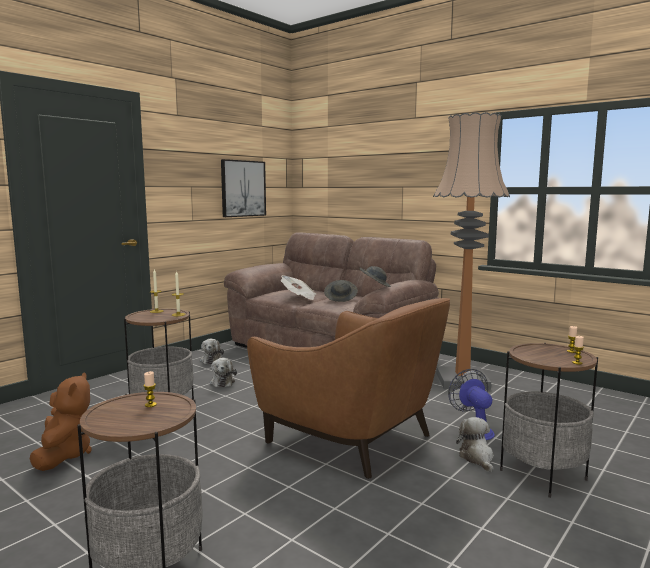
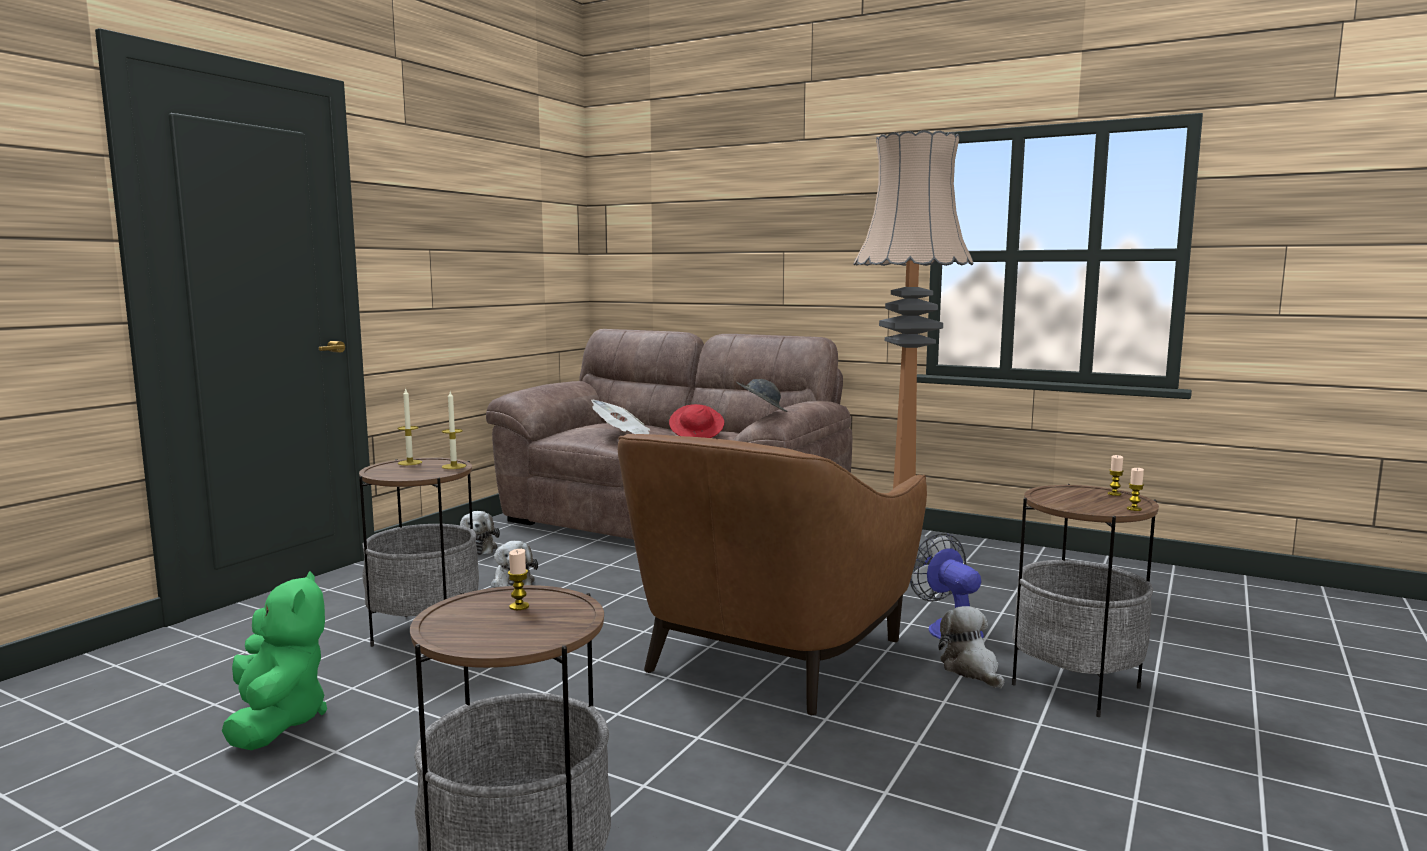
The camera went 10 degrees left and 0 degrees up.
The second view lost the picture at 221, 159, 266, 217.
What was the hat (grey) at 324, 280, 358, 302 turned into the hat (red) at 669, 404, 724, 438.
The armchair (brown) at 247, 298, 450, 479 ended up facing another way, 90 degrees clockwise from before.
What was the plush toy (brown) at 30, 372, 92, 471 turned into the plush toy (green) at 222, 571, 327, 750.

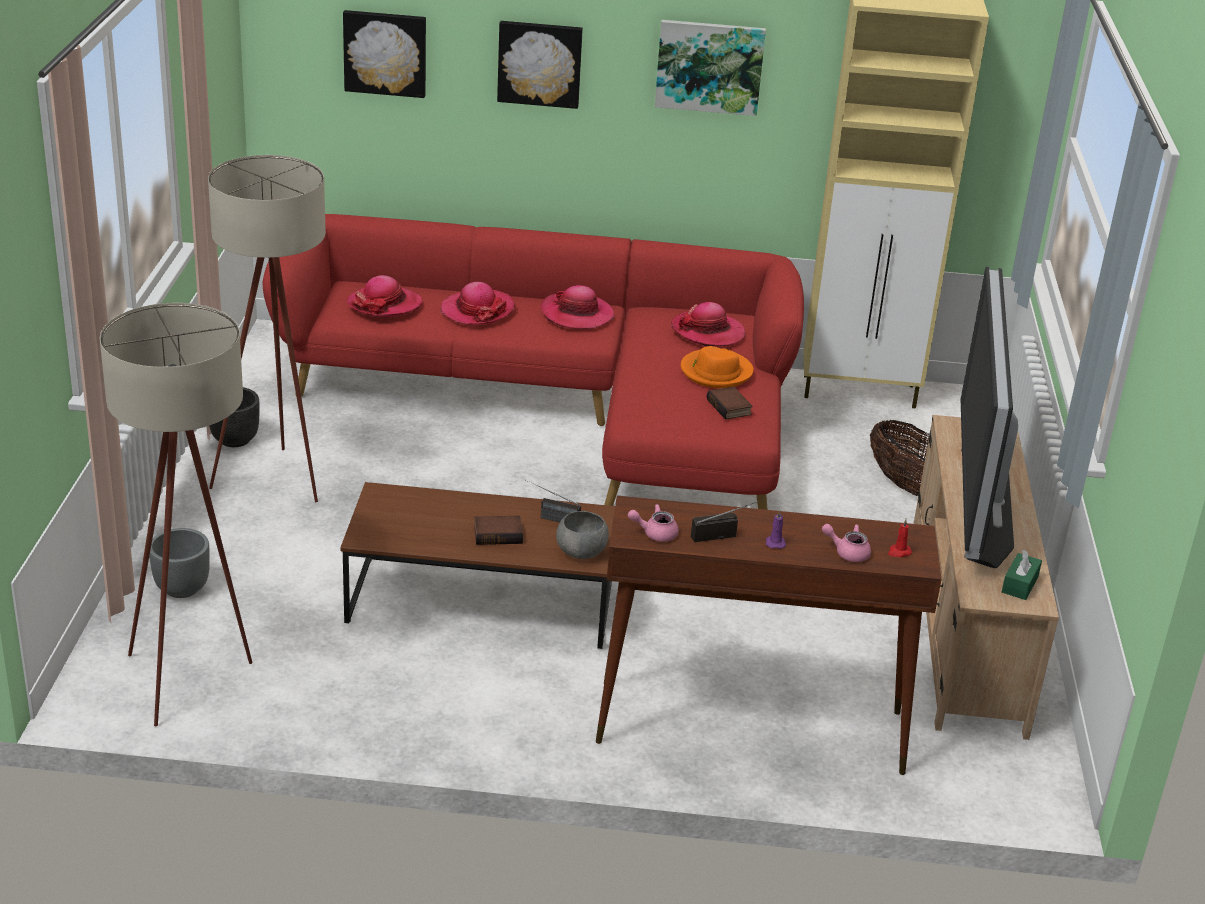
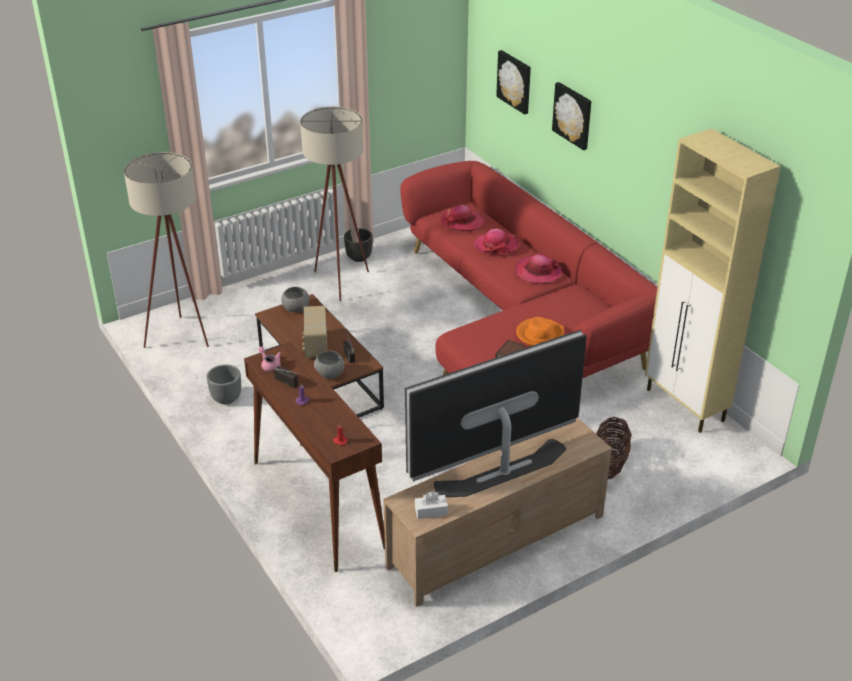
The camera went 55 degrees right and 5 degrees up.
The second view lost the picture at 655, 20, 766, 116.
The second view lost the hat at 671, 302, 745, 347.
Where the book stood at 474, 516, 523, 545, the radio came to stand at 302, 306, 327, 358.
The second view lost the teapot (pink) at 822, 524, 871, 562.
The planter (grey) ended up elsewhere, having gone from 149, 528, 210, 598 to 207, 364, 241, 404.
What was the tissue box (green) at 1002, 550, 1042, 600 turned into the tissue box (white) at 415, 491, 448, 519.
The second view gained the bowl (grey) at 281, 287, 309, 312.

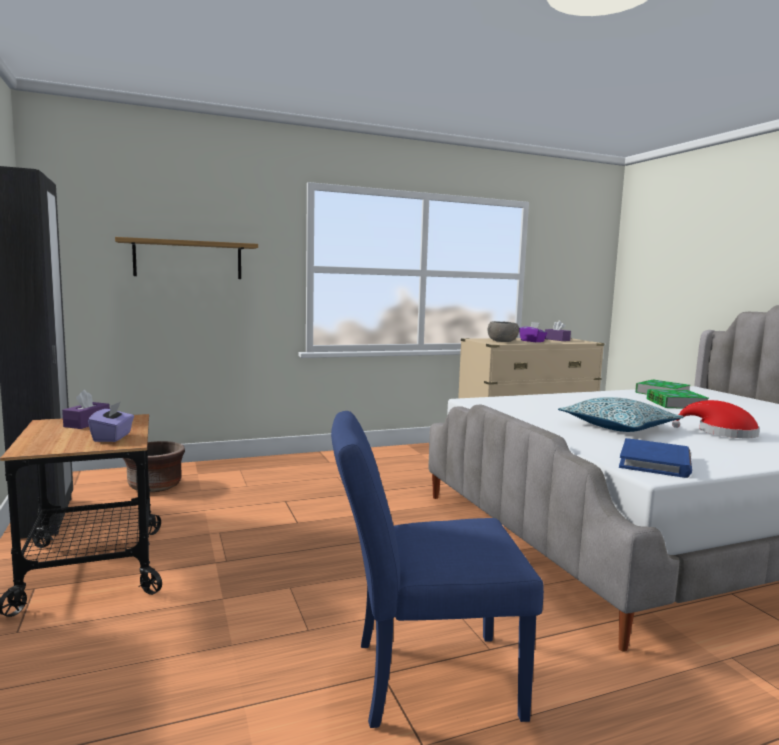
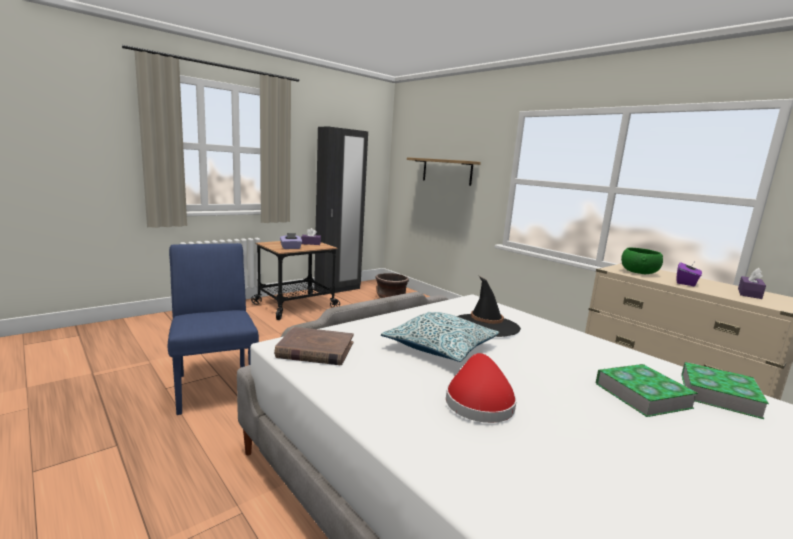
The camera went 70 degrees right and 5 degrees up.
What was the bowl (grey) at 488, 321, 519, 342 turned into the bowl (green) at 621, 248, 663, 274.
What was the book (blue) at 619, 438, 692, 478 turned into the book (brown) at 274, 327, 354, 365.
The second view gained the hat (black) at 457, 276, 521, 337.

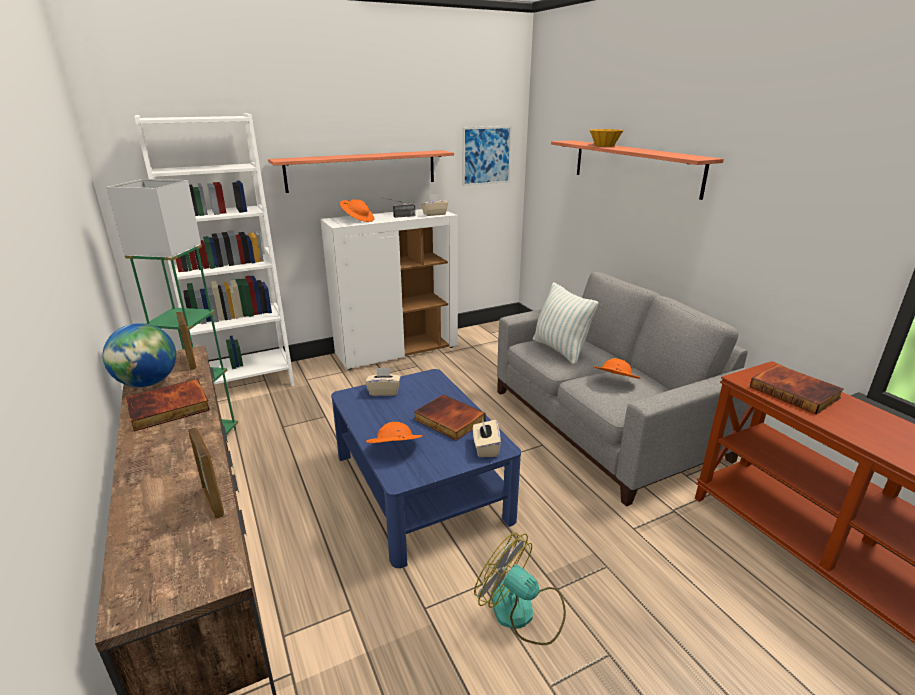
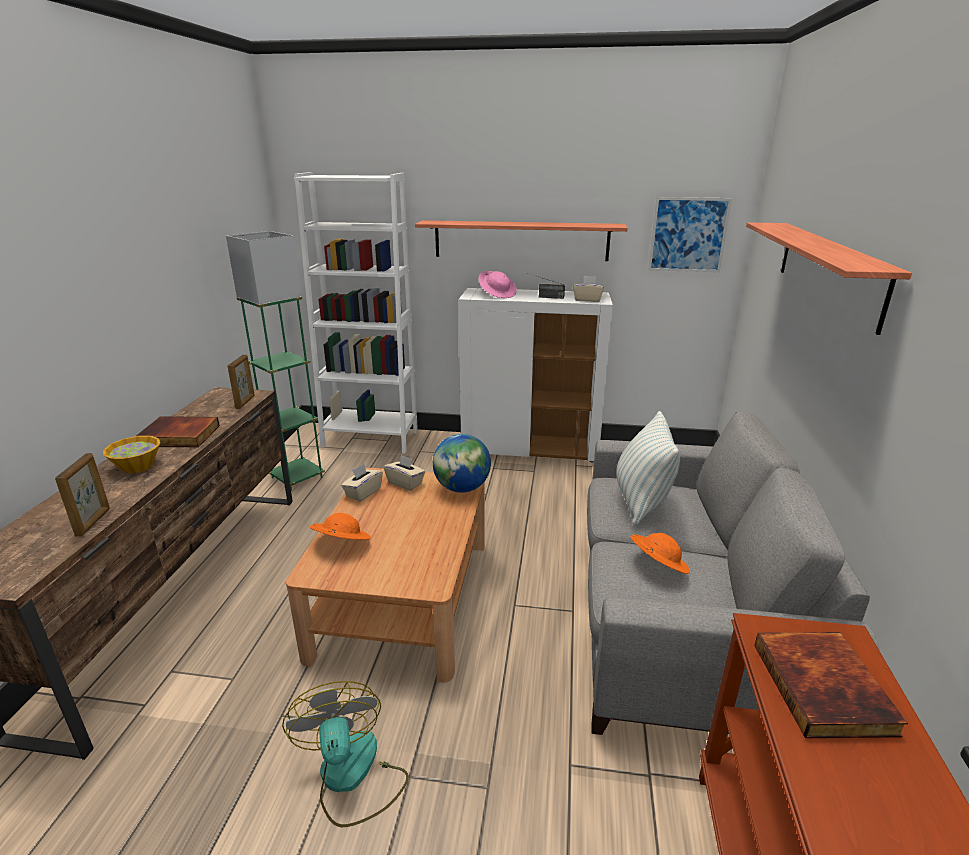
The camera went 35 degrees right and 0 degrees up.
The bowl ended up elsewhere, having gone from 590, 129, 623, 147 to 103, 436, 160, 473.
What was the hat (orange) at 340, 199, 374, 222 turned into the hat (pink) at 478, 271, 517, 298.
The globe ended up elsewhere, having gone from 103, 323, 176, 387 to 433, 434, 491, 493.
What was the coffee table (blue) at 331, 369, 521, 568 turned into the coffee table (brown) at 286, 468, 485, 683.
The second view lost the book at 414, 394, 486, 441.
The tissue box (beige) ended up elsewhere, having gone from 473, 418, 501, 457 to 341, 464, 383, 501.

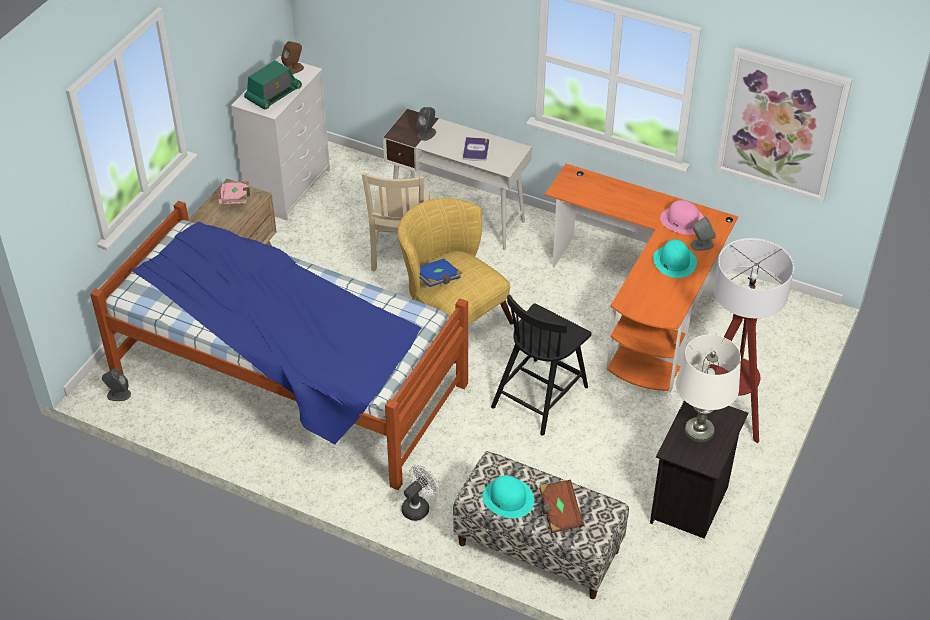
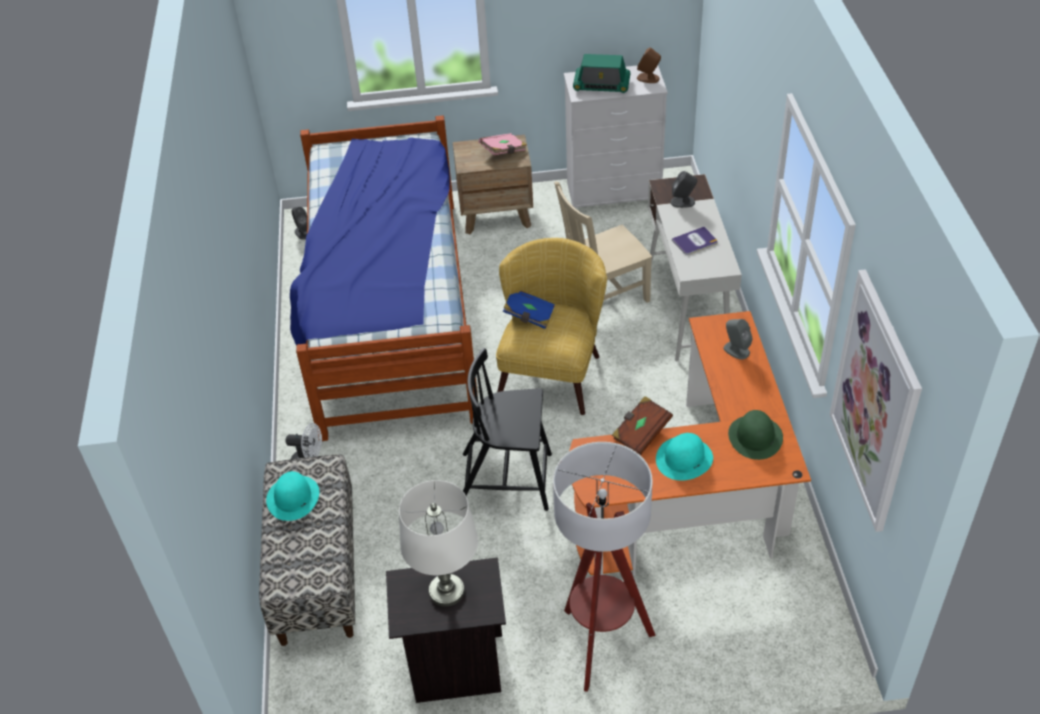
The camera went 60 degrees right and 0 degrees up.
What was the hat (pink) at 660, 200, 704, 235 turned into the hat (green) at 728, 410, 783, 460.
The speaker (grey) ended up elsewhere, having gone from 690, 217, 716, 251 to 723, 319, 753, 359.
The book (brown) ended up elsewhere, having gone from 539, 480, 584, 533 to 612, 396, 673, 455.

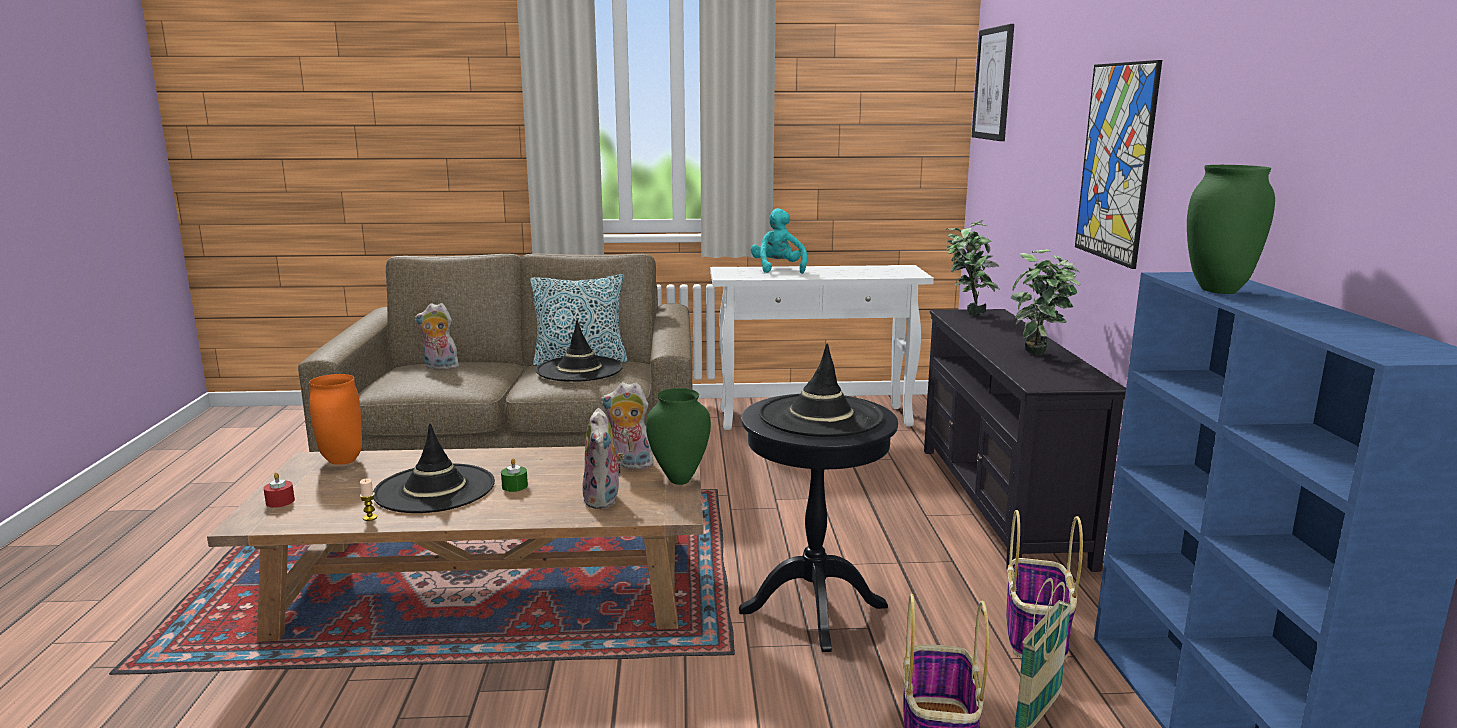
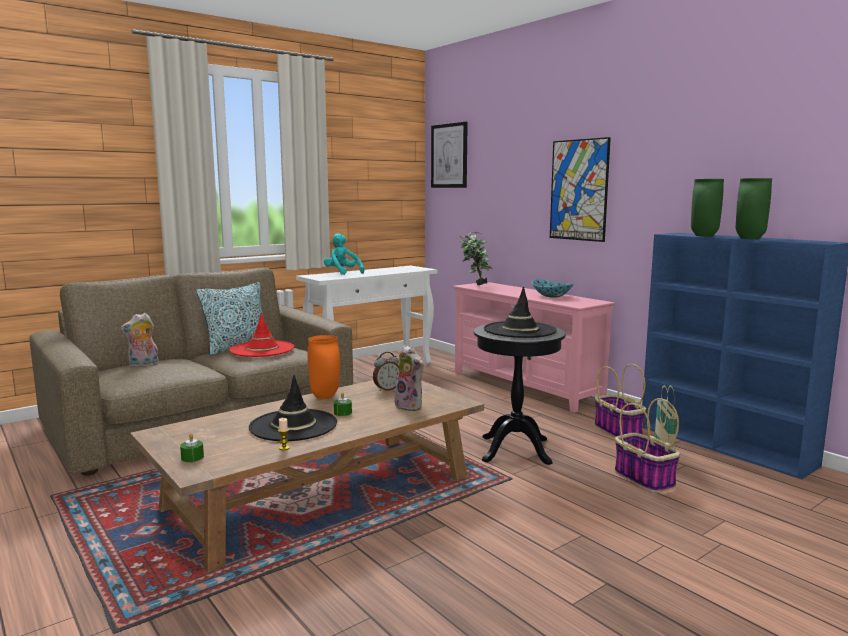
The camera went 35 degrees left and 5 degrees down.
Where the potted plant stood at 1010, 249, 1080, 355, the bowl came to stand at 532, 279, 574, 298.
What was the tv stand (black) at 924, 309, 1126, 572 turned into the tv stand (pink) at 453, 282, 615, 413.
What was the hat (black) at 536, 320, 623, 382 turned into the hat (red) at 229, 312, 294, 357.
The vase (orange) ended up elsewhere, having gone from 309, 374, 362, 465 to 308, 335, 340, 399.
Where the plush toy stood at 601, 382, 656, 469, the alarm clock came to stand at 373, 352, 399, 391.
The vase (green) ended up elsewhere, having gone from 646, 388, 711, 485 to 736, 178, 772, 239.
What was the candle (red) at 263, 472, 295, 507 turned into the candle (green) at 180, 433, 204, 462.

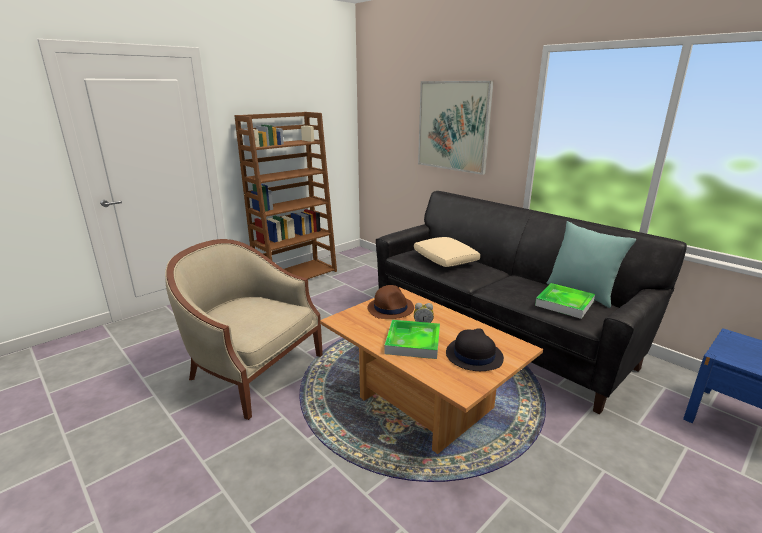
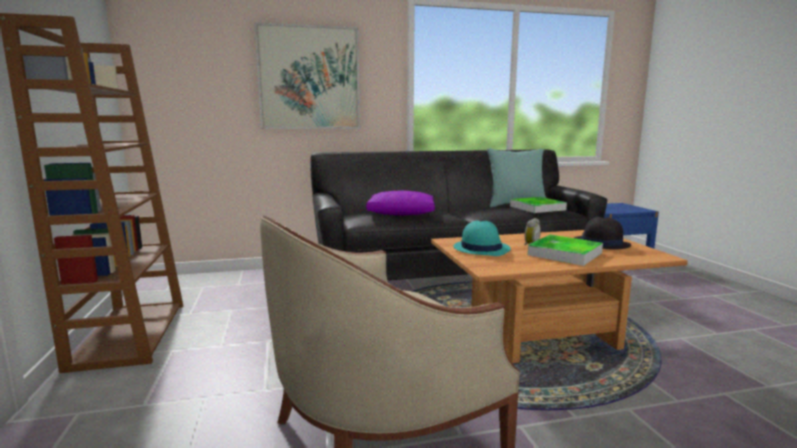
The camera went 60 degrees left and 10 degrees down.
What was the pillow (beige) at 414, 237, 480, 267 turned into the pillow (purple) at 366, 191, 435, 215.
What was the hat (brown) at 367, 285, 414, 319 turned into the hat (turquoise) at 453, 220, 511, 256.

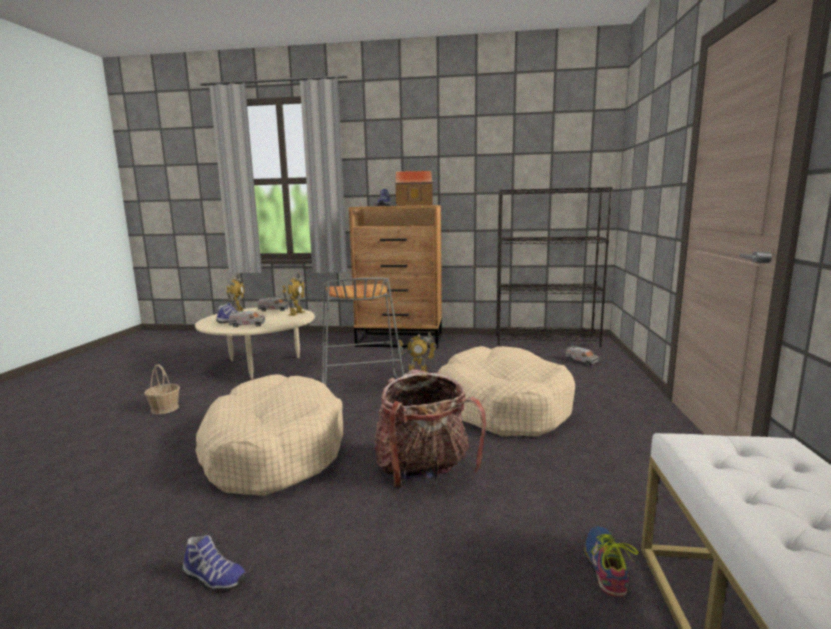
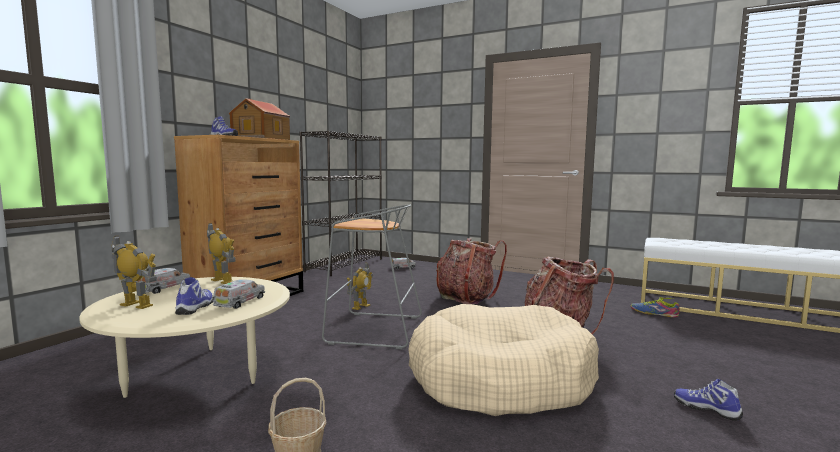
The camera went 70 degrees left and 5 degrees down.
Where the dog bed (beige) stood at 438, 346, 575, 437, the backpack came to stand at 436, 238, 507, 304.
The shoe at 183, 535, 247, 593 ended up facing another way, 90 degrees counterclockwise from before.

